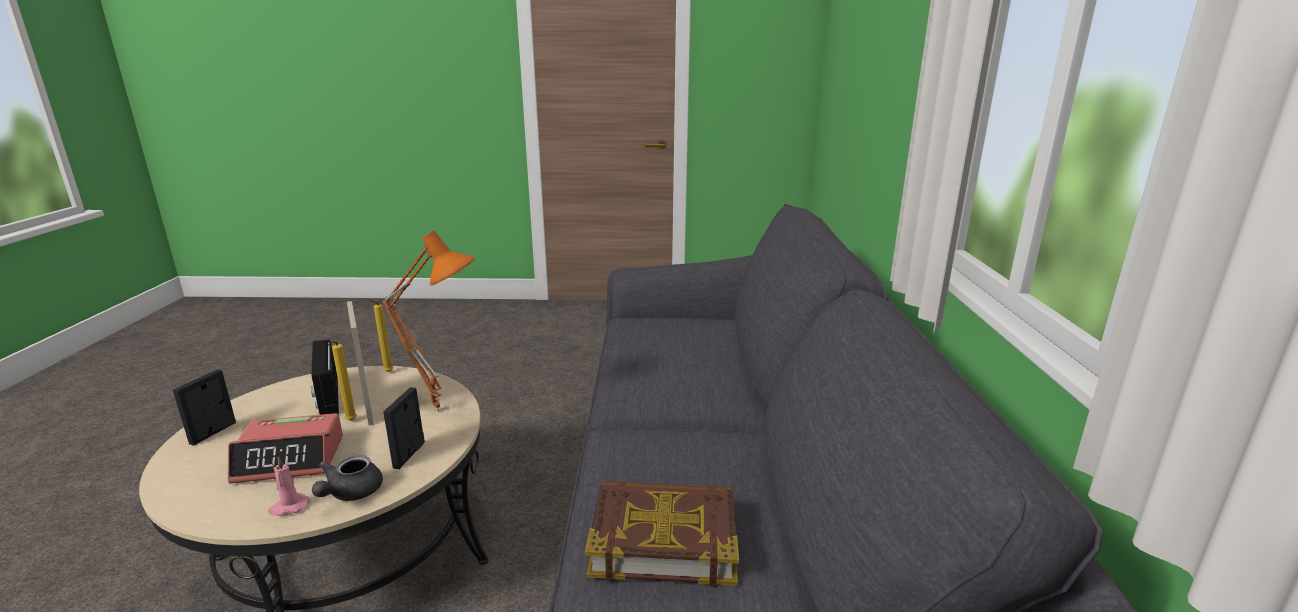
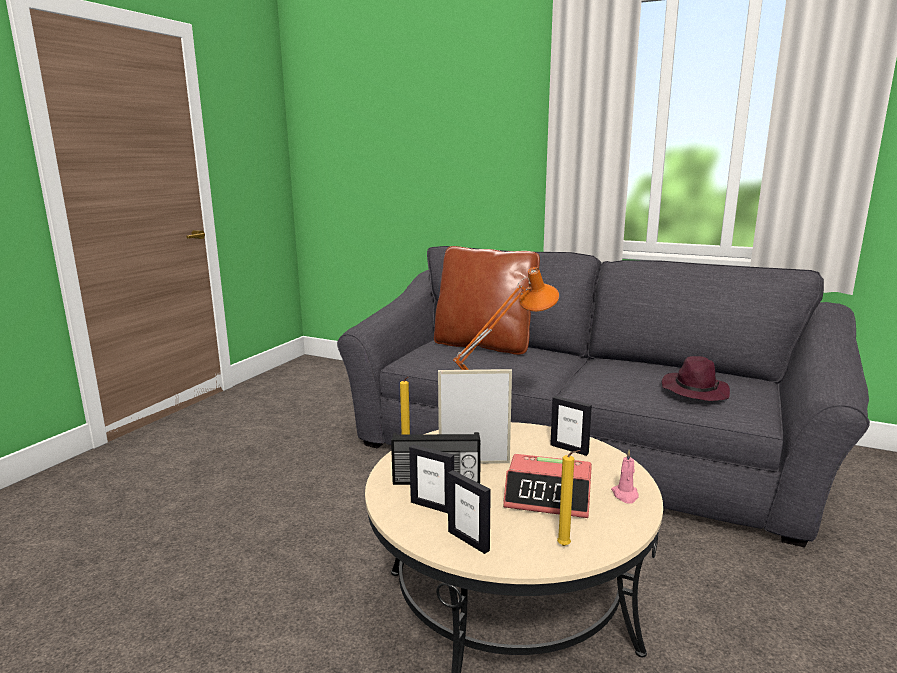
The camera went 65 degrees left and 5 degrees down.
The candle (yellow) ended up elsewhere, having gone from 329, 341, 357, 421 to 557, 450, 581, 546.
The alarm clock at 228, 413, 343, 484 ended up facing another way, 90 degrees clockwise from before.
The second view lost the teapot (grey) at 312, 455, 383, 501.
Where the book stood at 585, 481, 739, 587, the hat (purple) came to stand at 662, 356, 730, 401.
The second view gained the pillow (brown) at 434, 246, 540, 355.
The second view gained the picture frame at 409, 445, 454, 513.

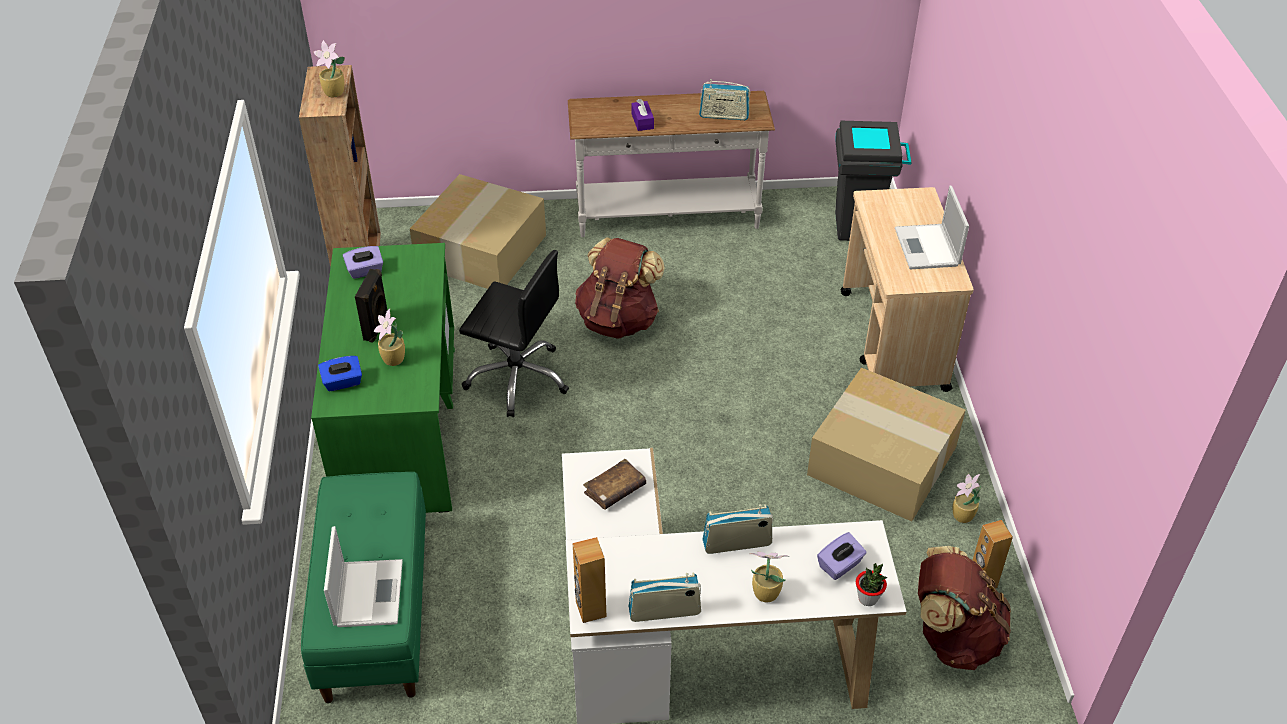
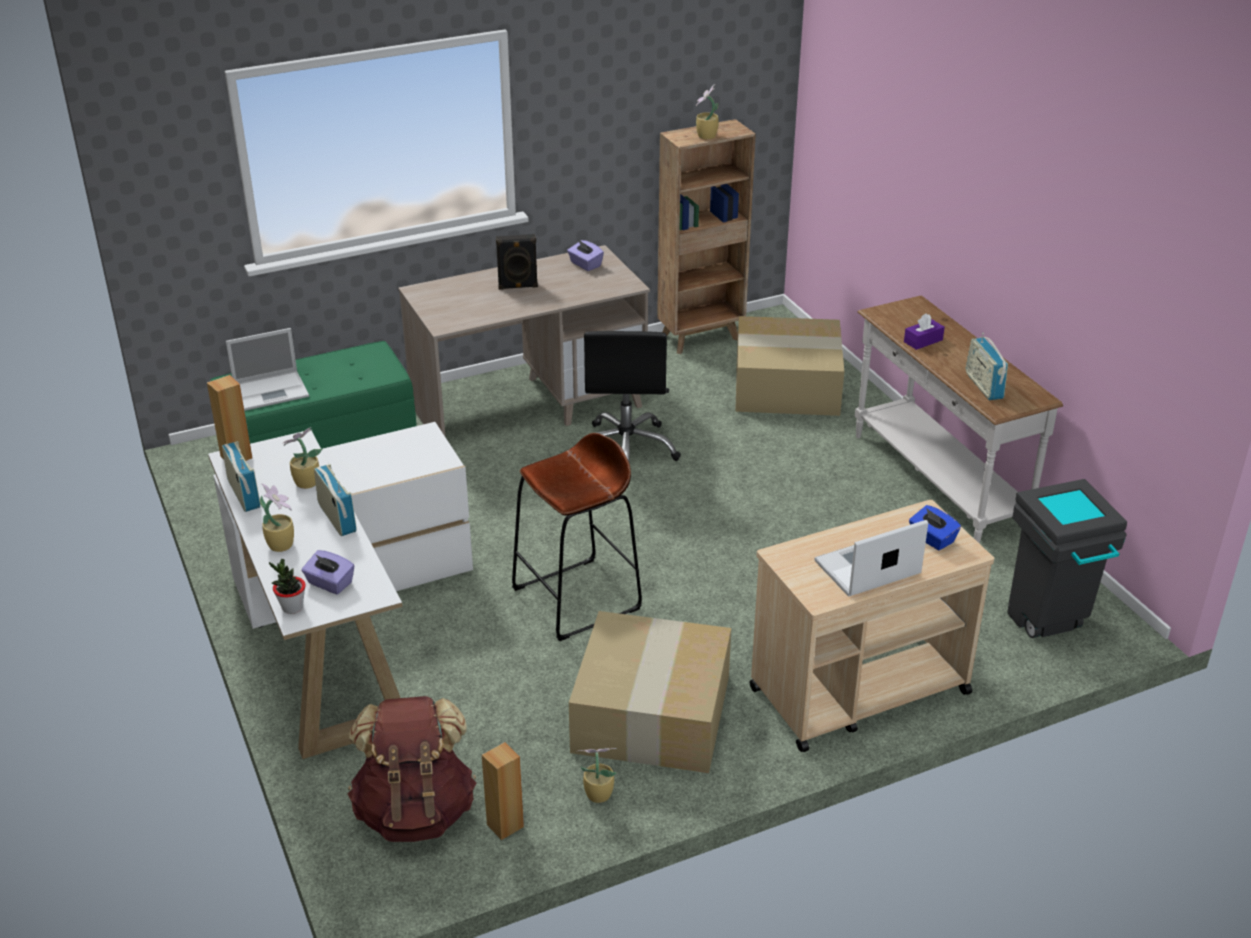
The camera went 70 degrees right and 10 degrees down.
The second view lost the backpack (brown) at 575, 237, 665, 339.
What was the desk (green) at 311, 243, 455, 513 turned into the desk (beige) at 398, 245, 650, 437.
The potted plant ended up elsewhere, having gone from 374, 308, 405, 366 to 282, 427, 322, 489.
The tissue box (blue) ended up elsewhere, having gone from 318, 356, 362, 391 to 909, 505, 961, 550.
The second view lost the book (brown) at 583, 459, 646, 510.
The second view gained the stool (brown) at 512, 433, 642, 641.

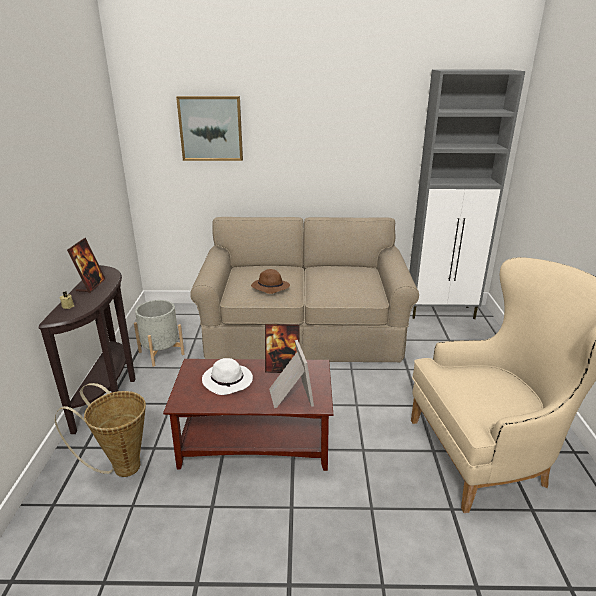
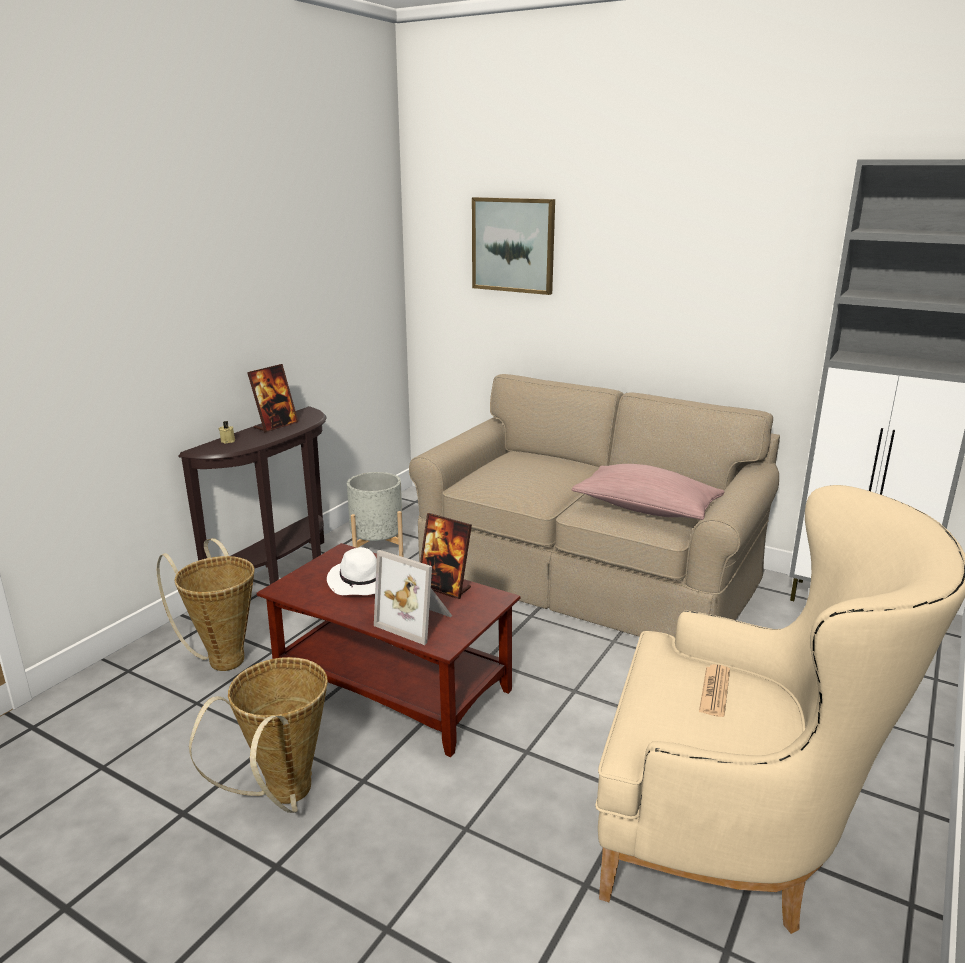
The camera went 30 degrees right and 5 degrees down.
The second view lost the hat (brown) at 251, 269, 290, 294.
The picture frame at 269, 340, 314, 408 ended up facing another way, 105 degrees clockwise from before.
The second view gained the pillow (pink) at 572, 464, 725, 520.
The second view gained the basket at 189, 657, 328, 813.
The second view gained the newspaper at 699, 664, 730, 717.

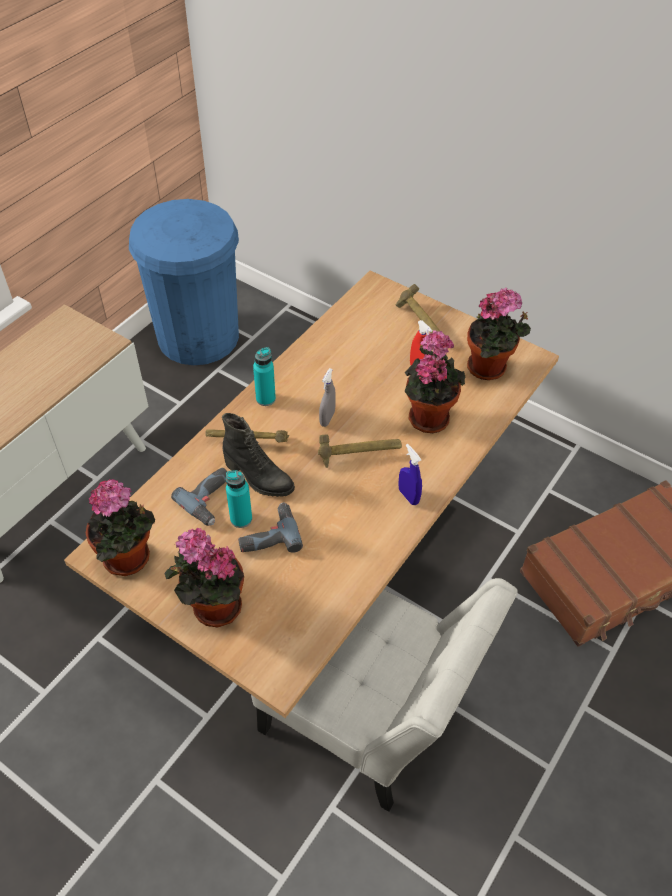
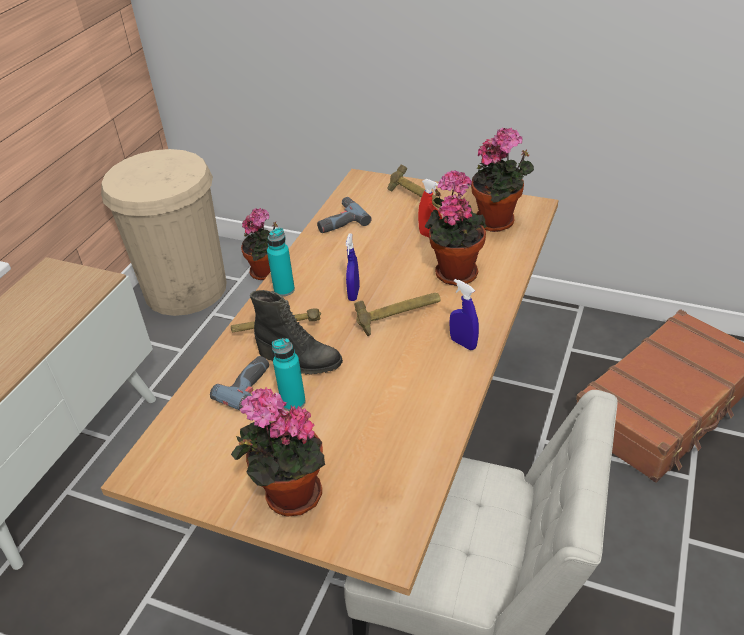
The camera went 10 degrees left and 10 degrees down.
What was the trash can (blue) at 129, 199, 239, 365 turned into the trash can (beige) at 101, 149, 227, 316.
What was the spray bottle (grey) at 319, 368, 336, 427 turned into the spray bottle (blue) at 346, 234, 360, 301.
The potted plant ended up elsewhere, having gone from 86, 479, 155, 576 to 241, 208, 278, 280.
The power drill ended up elsewhere, having gone from 238, 503, 303, 552 to 317, 197, 372, 233.

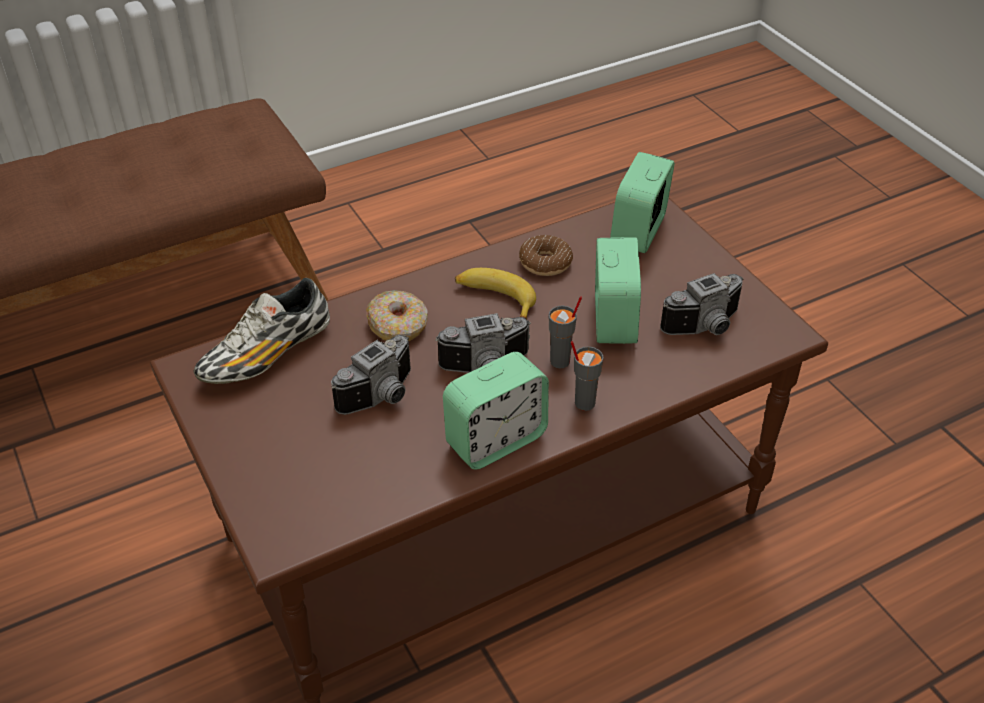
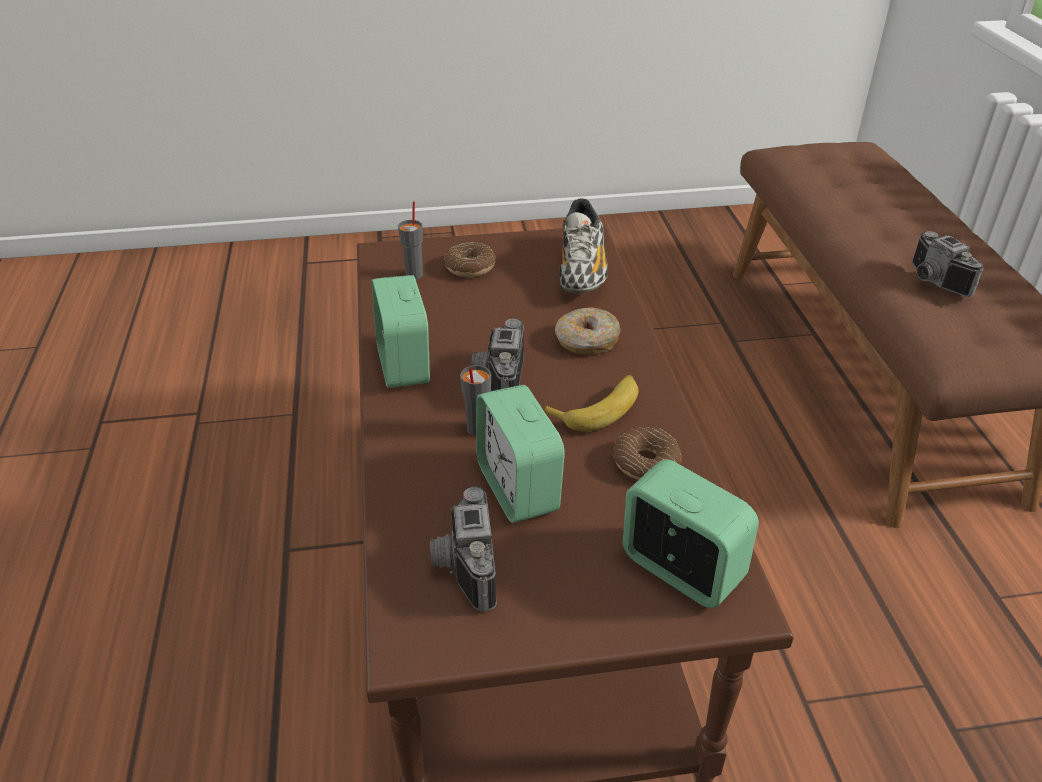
The camera went 110 degrees right and 5 degrees down.
The alarm clock at 595, 237, 641, 344 ended up facing another way, 45 degrees clockwise from before.
The shoe at 193, 278, 330, 384 ended up facing another way, 150 degrees counterclockwise from before.
The photo camera ended up elsewhere, having gone from 331, 335, 411, 415 to 912, 231, 983, 297.
The cup (grey) ended up elsewhere, having gone from 571, 341, 604, 411 to 398, 202, 423, 279.
The second view gained the donut at 444, 242, 496, 277.

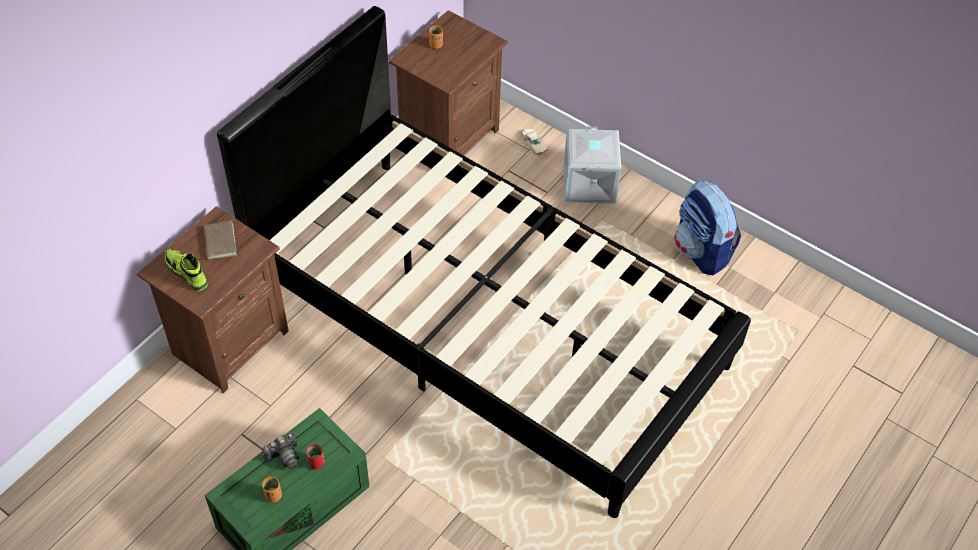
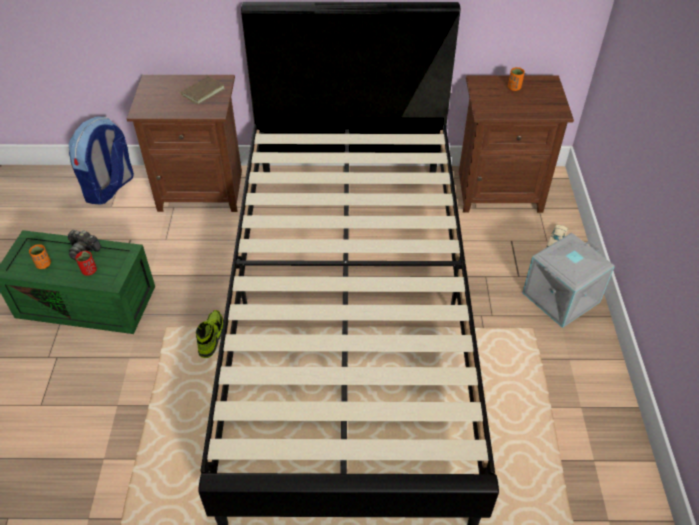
The camera went 55 degrees right and 5 degrees down.
The backpack ended up elsewhere, having gone from 674, 180, 741, 275 to 68, 116, 134, 205.
The shoe ended up elsewhere, having gone from 165, 249, 208, 291 to 196, 310, 223, 358.

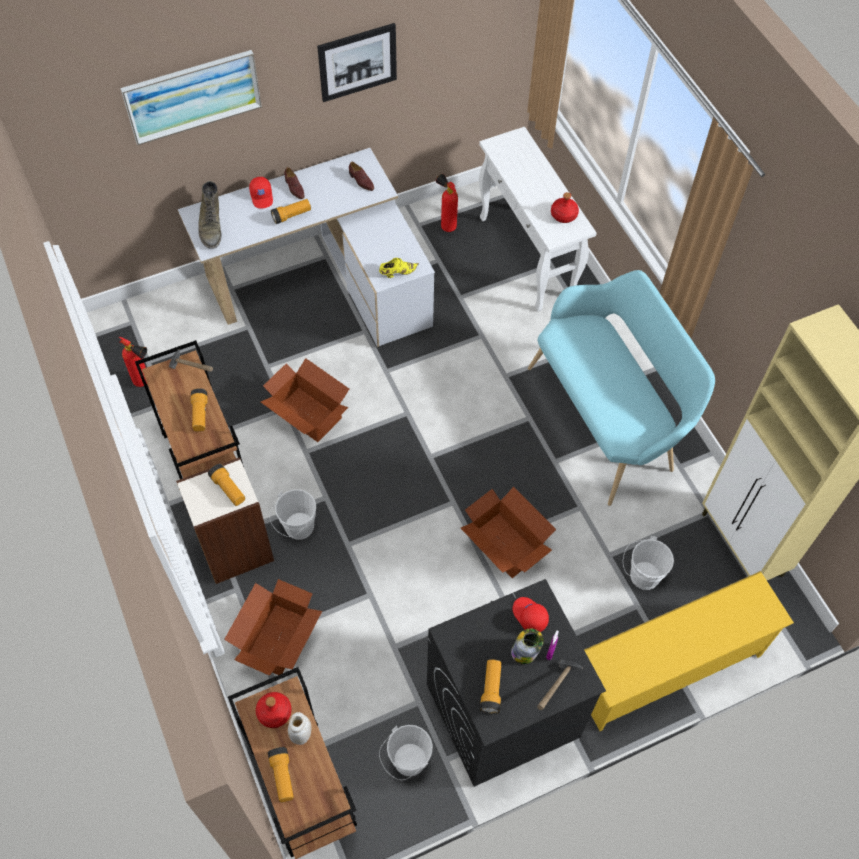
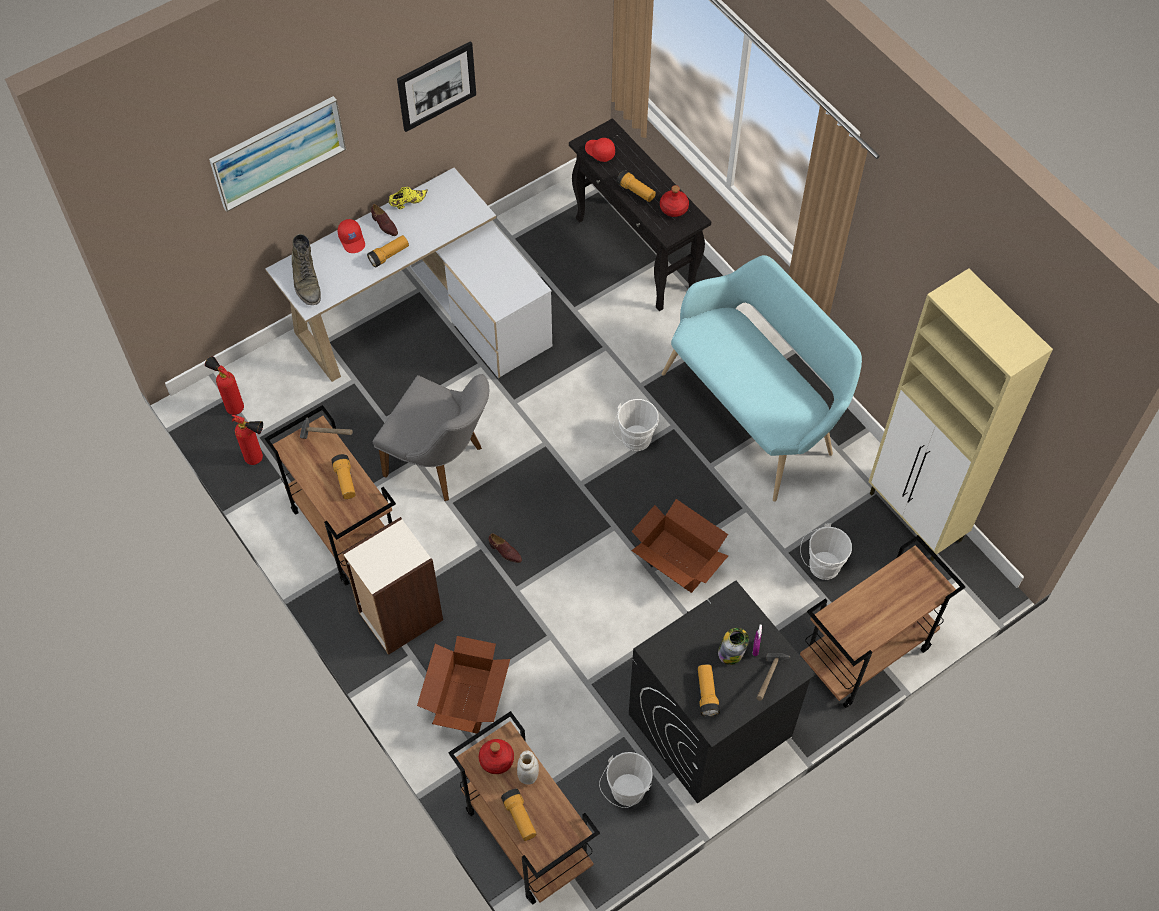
The camera went 10 degrees left and 0 degrees up.
What was the console table (white) at 479, 127, 597, 311 turned into the console table (black) at 569, 118, 711, 311.
The shoe (brown) ended up elsewhere, having gone from 349, 162, 374, 191 to 489, 533, 522, 563.
The fire extinguisher ended up elsewhere, having gone from 436, 174, 458, 232 to 205, 356, 244, 415.
The shoe (yellow) ended up elsewhere, having gone from 379, 258, 419, 278 to 389, 187, 428, 209.
Where the cardboard box stood at 261, 358, 349, 442, the chair (grey) came to stand at 373, 374, 489, 501.
The flashlight ended up elsewhere, having gone from 208, 464, 245, 506 to 616, 170, 656, 202.
The bucket (white) ended up elsewhere, having gone from 270, 489, 316, 540 to 613, 399, 659, 451.
Where the shoe rack (yellow) stood at 584, 571, 794, 731, the cart (brown) came to stand at 800, 535, 966, 708.
The cap (red) ended up elsewhere, having gone from 512, 597, 549, 632 to 585, 138, 615, 162.

